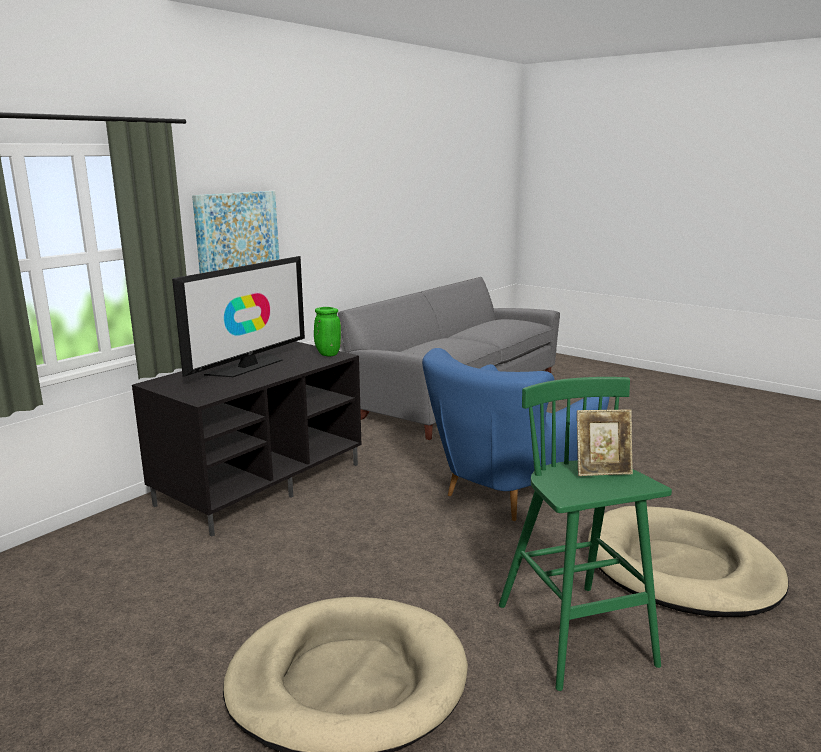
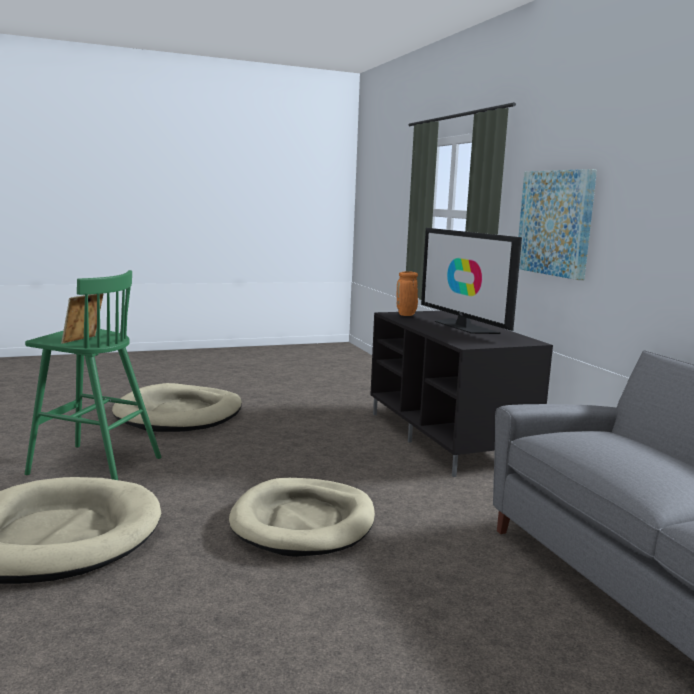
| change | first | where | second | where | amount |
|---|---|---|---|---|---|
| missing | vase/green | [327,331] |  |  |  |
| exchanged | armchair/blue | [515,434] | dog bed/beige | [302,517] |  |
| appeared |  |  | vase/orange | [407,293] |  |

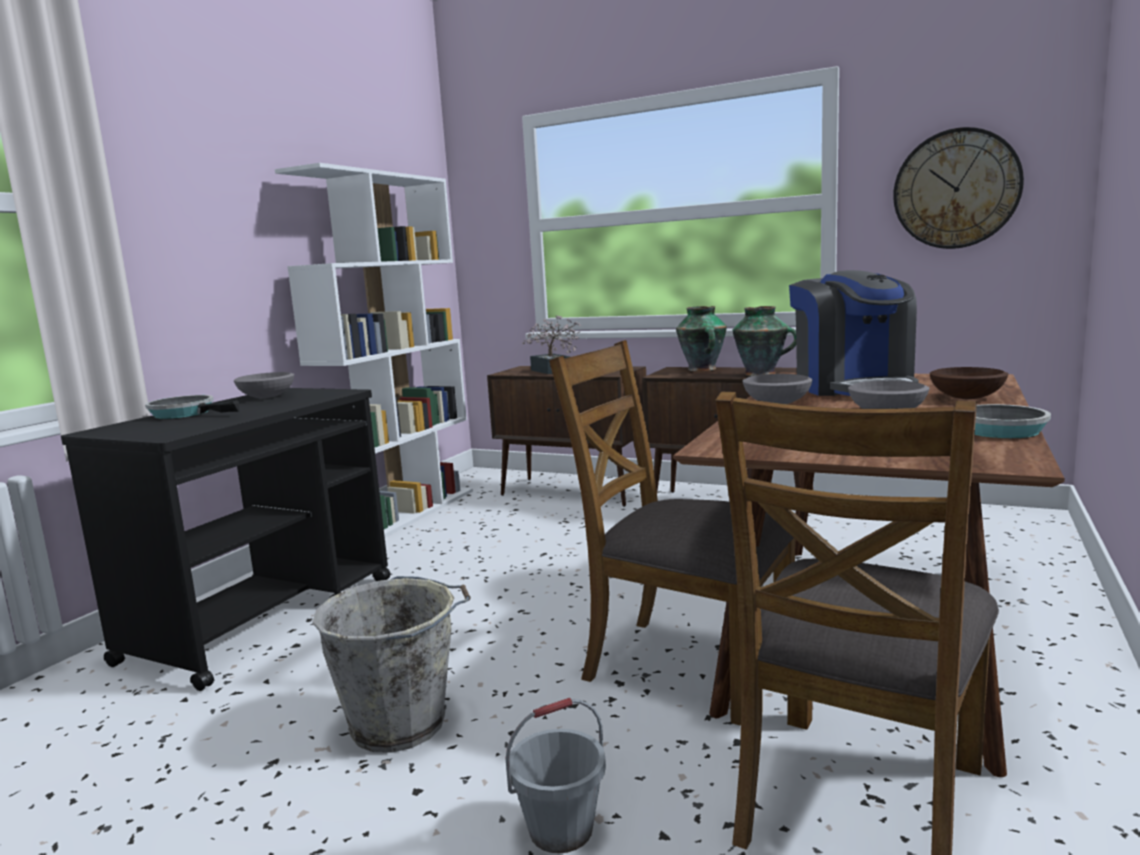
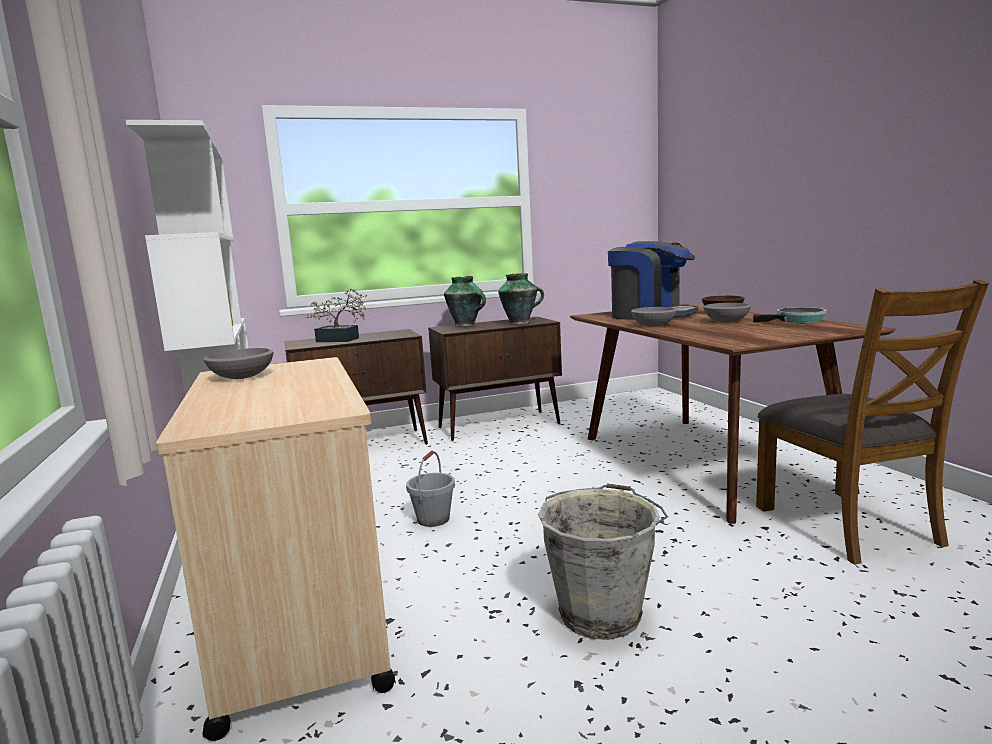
| change | first | where | second | where | amount |
|---|---|---|---|---|---|
| missing | wall clock | [958,188] |  |  |  |
| missing | chair/brown | [672,533] |  |  |  |
| colour | cart/black | [226,539] | cart/beige | [276,549] |  |
| missing | frying pan | [192,407] |  |  |  |
| relocated | bucket/grey | [555,776] |  | [430,489] |  |

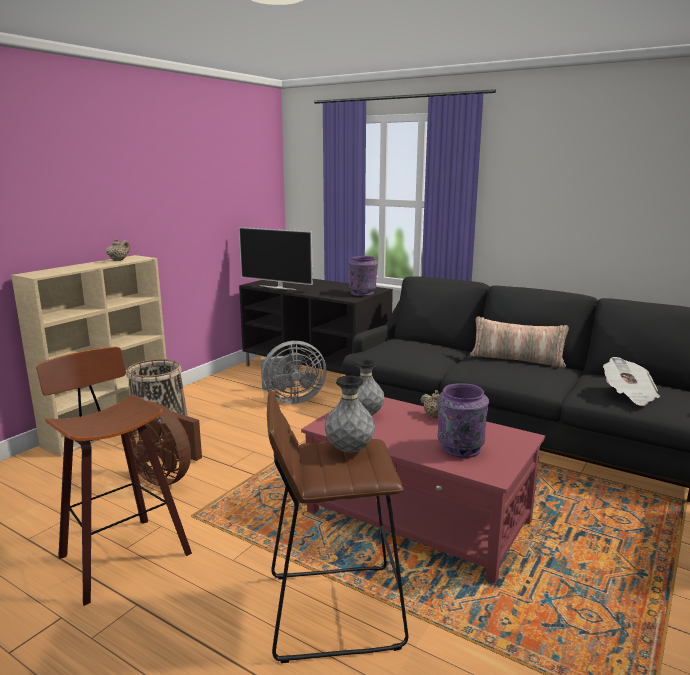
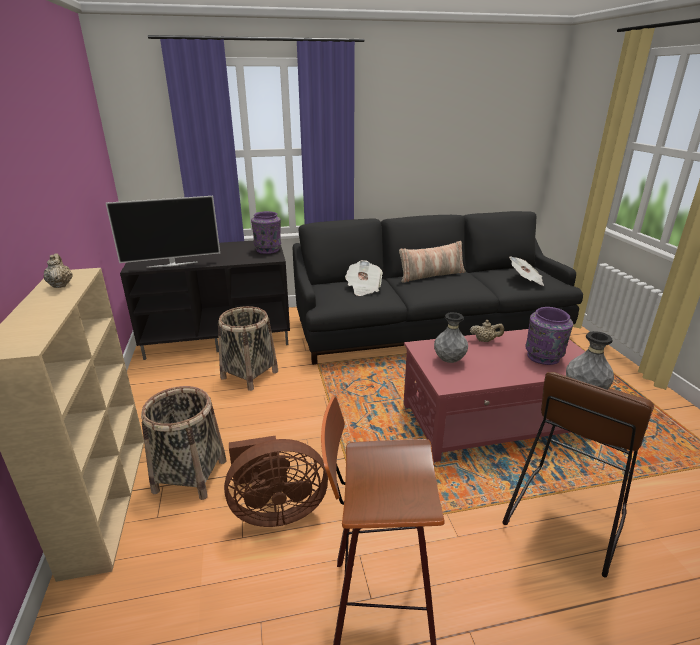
| change | first | where | second | where | amount |
|---|---|---|---|---|---|
| exchanged | fan/grey | [294,372] | basket | [248,348] |  |
| appeared |  |  | newspaper | [364,278] |  |

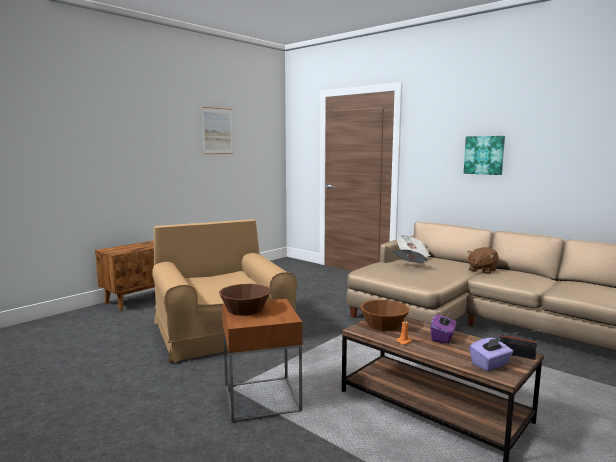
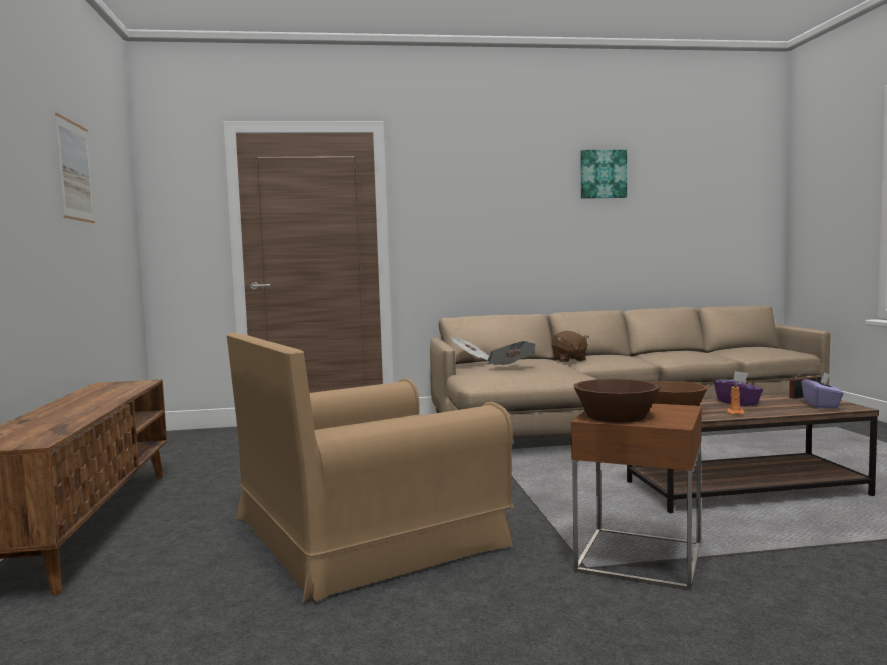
| change | first | where | second | where | amount |
|---|---|---|---|---|---|
| relocated | picture | [484,155] |  | [603,174] |  |
| spun | armchair/brown | [224,291] |  | [370,467] | 45 degrees counterclockwise |

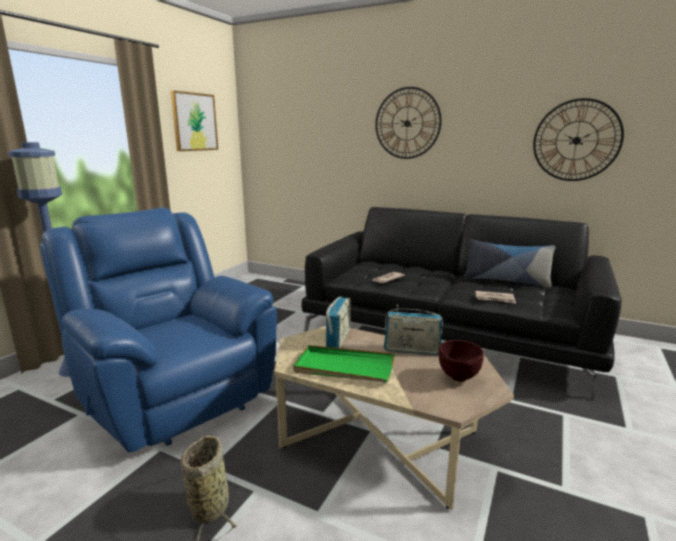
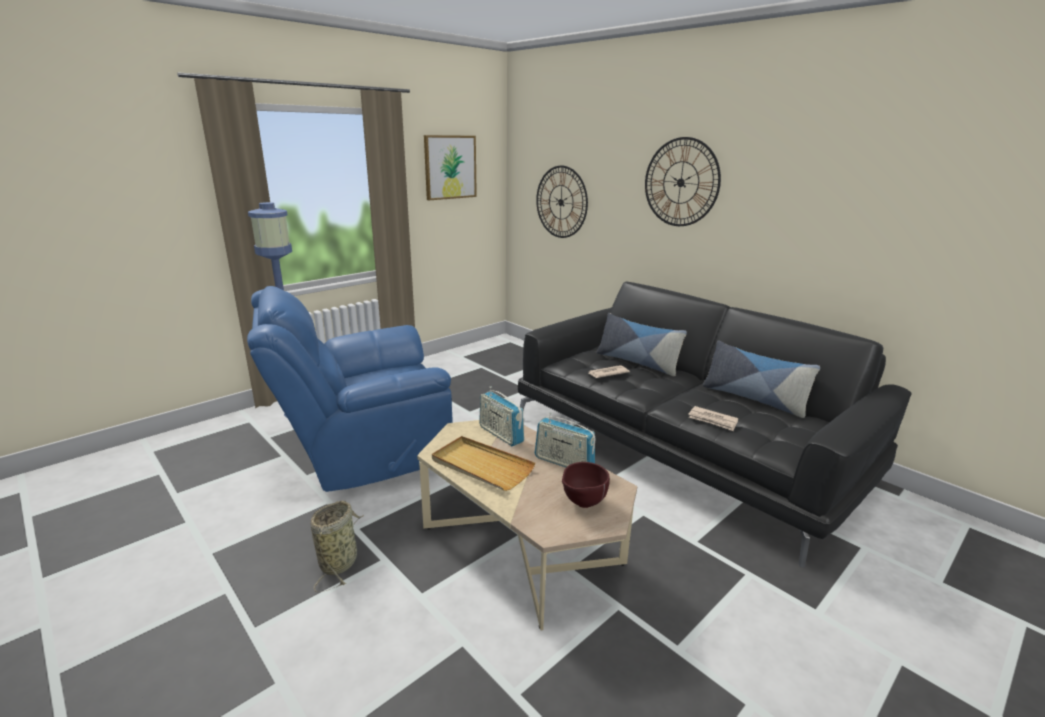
| change | first | where | second | where | amount |
|---|---|---|---|---|---|
| relocated | wall clock | [578,139] |  | [562,202] |  |
| spun | armchair/blue | [158,330] |  | [350,389] | 90 degrees counterclockwise |
| spun | radio | [338,322] |  | [501,416] | 105 degrees clockwise |
| colour | tray/green | [344,364] | tray/beige | [483,463] |  |
| appeared |  |  | pillow | [642,344] |  |

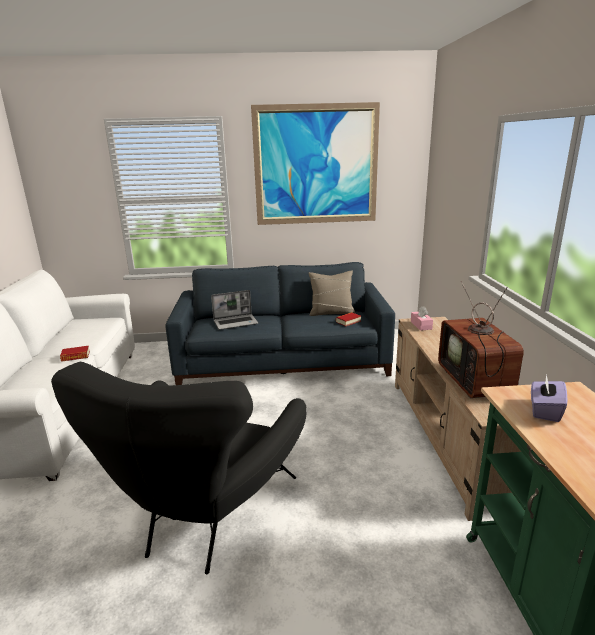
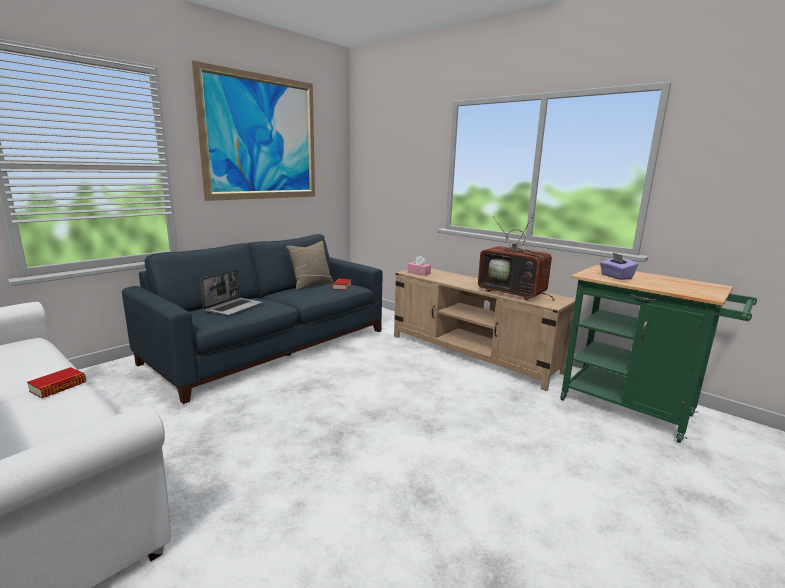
| change | first | where | second | where | amount |
|---|---|---|---|---|---|
| missing | armchair/black | [179,468] |  |  |  |

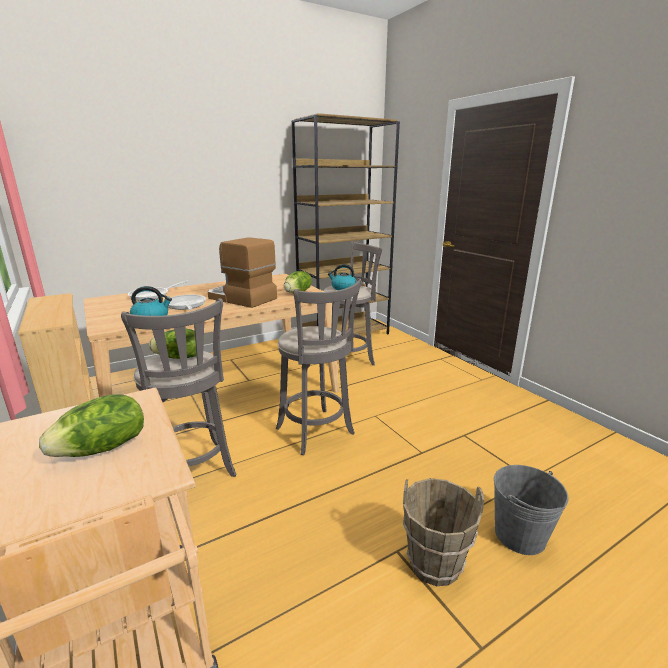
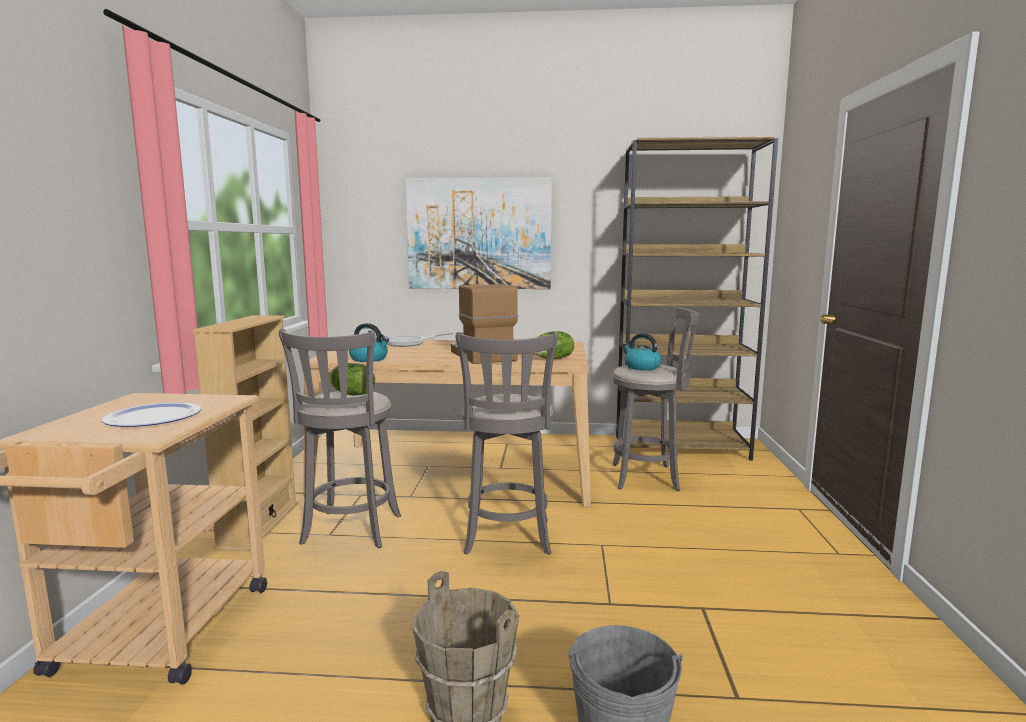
| change | first | where | second | where | amount |
|---|---|---|---|---|---|
| missing | frying pan | [187,302] |  |  |  |
| exchanged | lettuce | [91,425] | plate | [151,414] |  |
| appeared |  |  | picture | [478,233] |  |

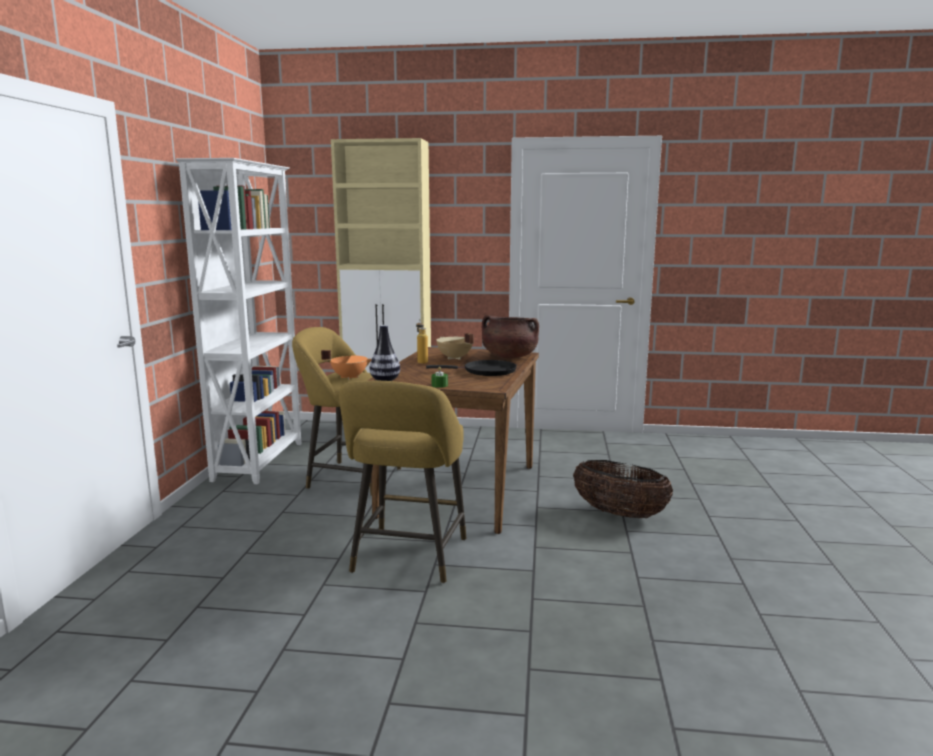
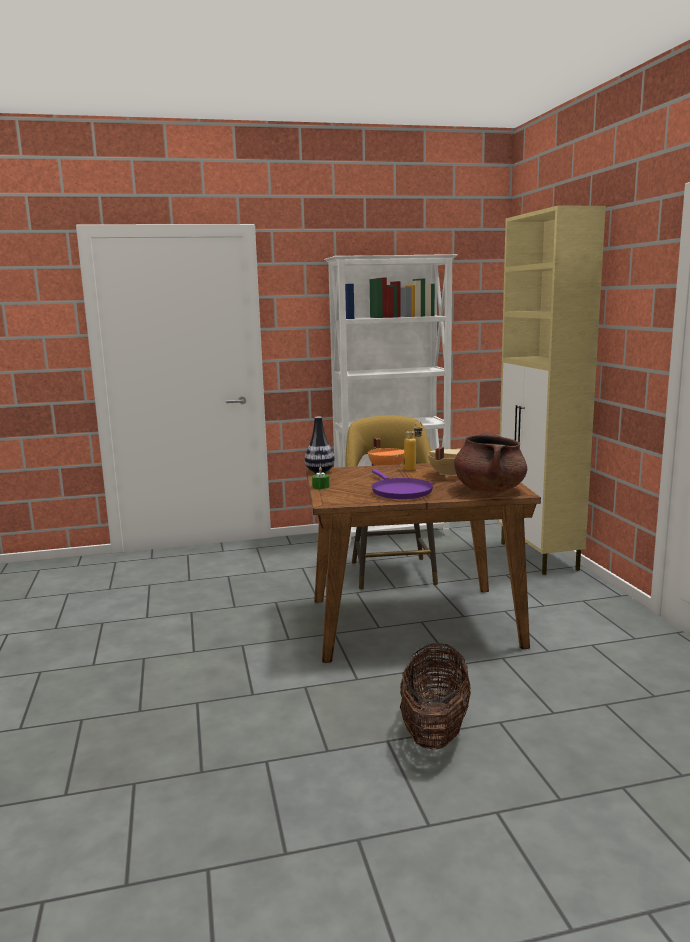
| change | first | where | second | where | amount |
|---|---|---|---|---|---|
| colour | frying pan/black | [471,368] | frying pan/purple | [402,484] |  |
| missing | stool/yellow | [402,482] |  |  |  |

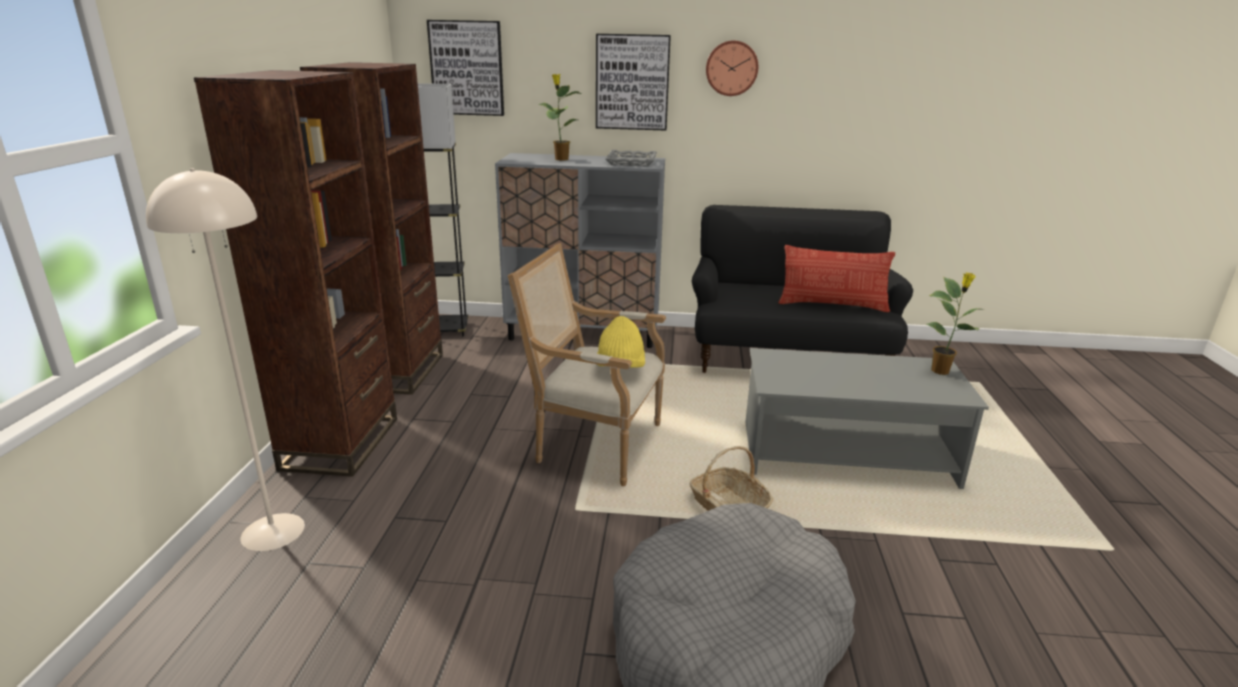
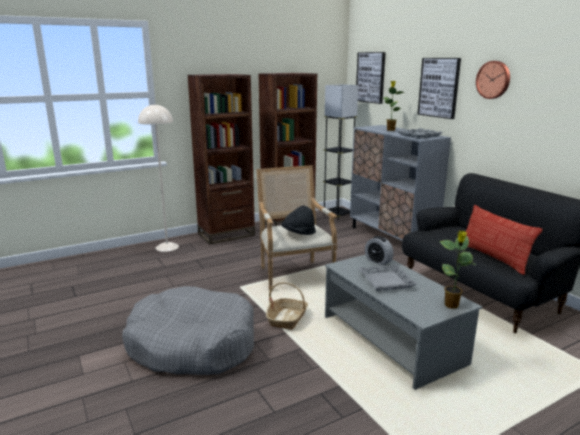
| change | first | where | second | where | amount |
|---|---|---|---|---|---|
| colour | hat/yellow | [620,342] | hat/black | [299,220] |  |
| appeared |  |  | alarm clock | [379,251] |  |
| appeared |  |  | tray/grey | [388,277] |  |

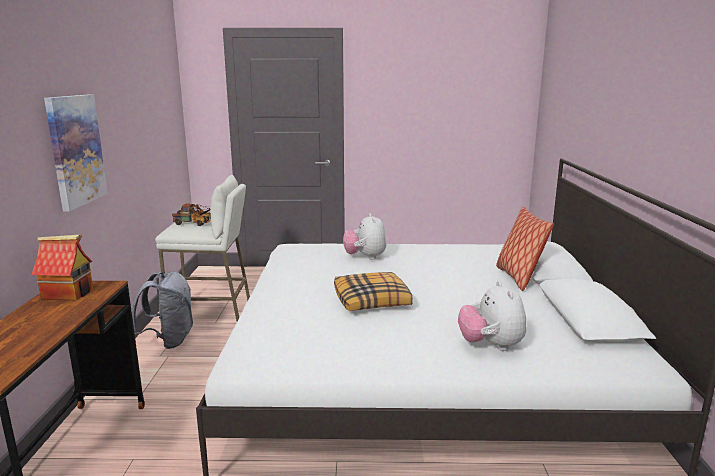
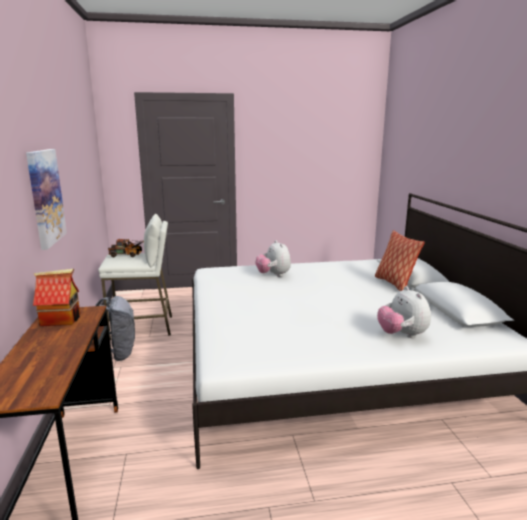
| change | first | where | second | where | amount |
|---|---|---|---|---|---|
| missing | pillow | [373,291] |  |  |  |

